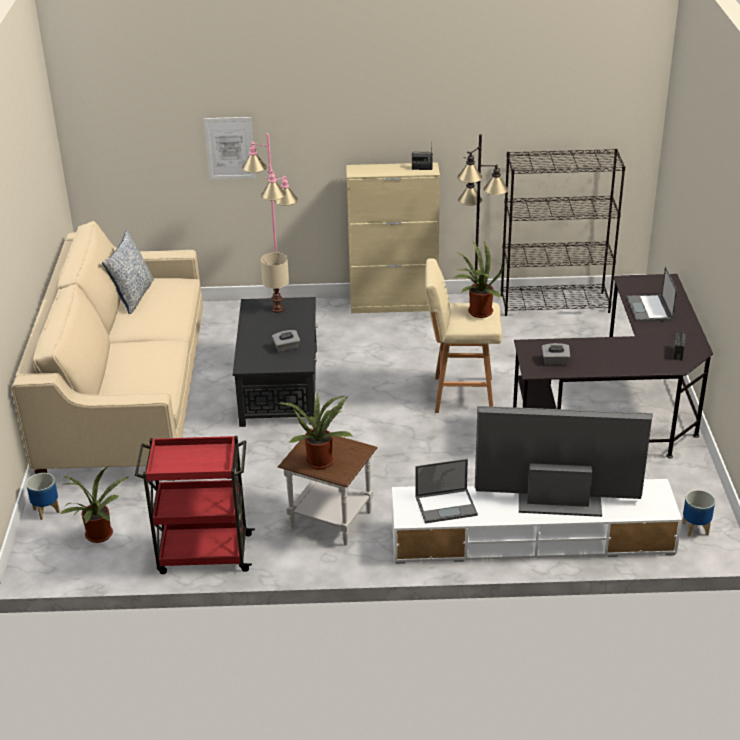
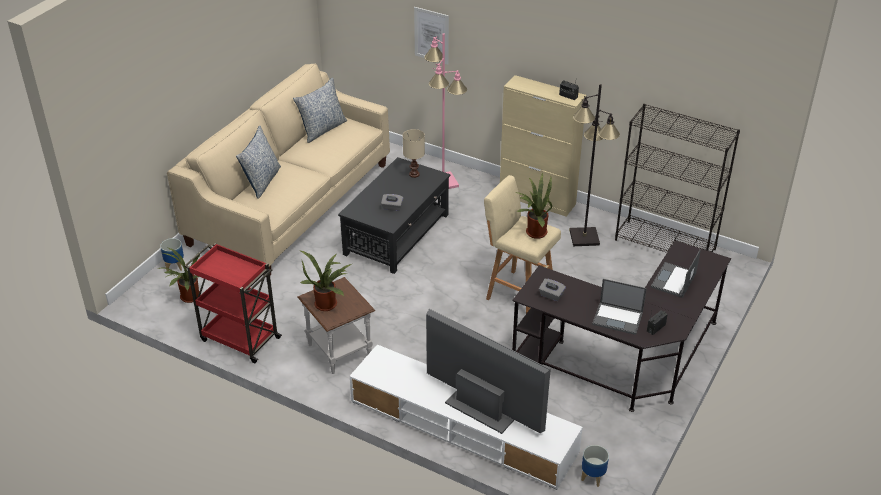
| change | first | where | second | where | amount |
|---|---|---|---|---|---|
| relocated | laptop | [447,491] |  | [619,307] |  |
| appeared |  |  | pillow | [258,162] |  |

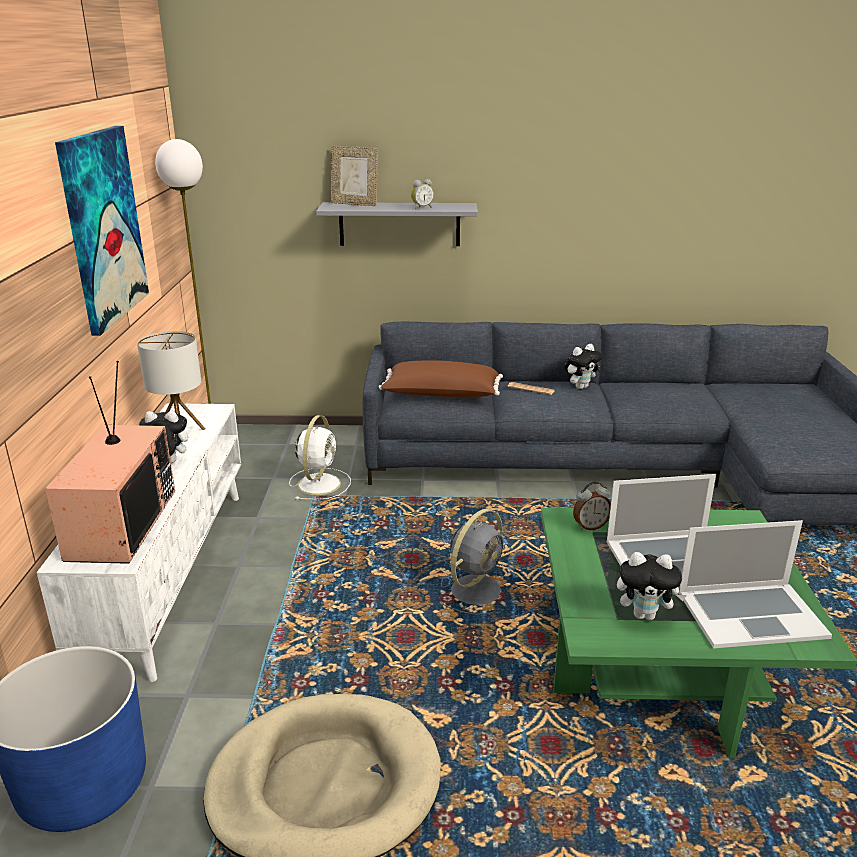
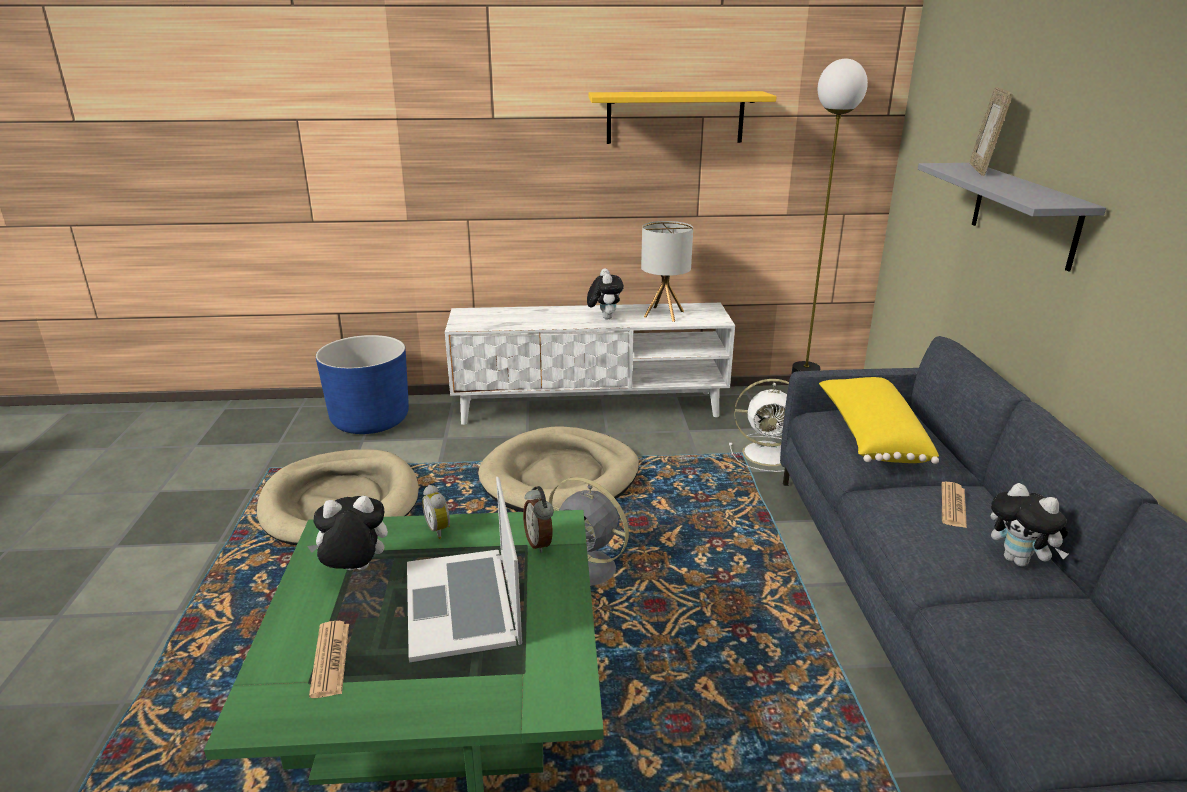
| change | first | where | second | where | amount |
|---|---|---|---|---|---|
| exchanged | picture | [102,231] | shelf/yellow | [683,117] |  |
| relocated | alarm clock | [422,194] |  | [436,512] |  |
| colour | pillow/brown | [441,378] | pillow/yellow | [879,420] |  |
| missing | television | [110,462] |  |  |  |
| exchanged | laptop | [755,584] | newspaper | [329,659] |  |
| spun | plush toy | [652,586] |  | [347,533] | 75 degrees clockwise |
| appeared |  |  | dog bed/beige | [558,469] |  |

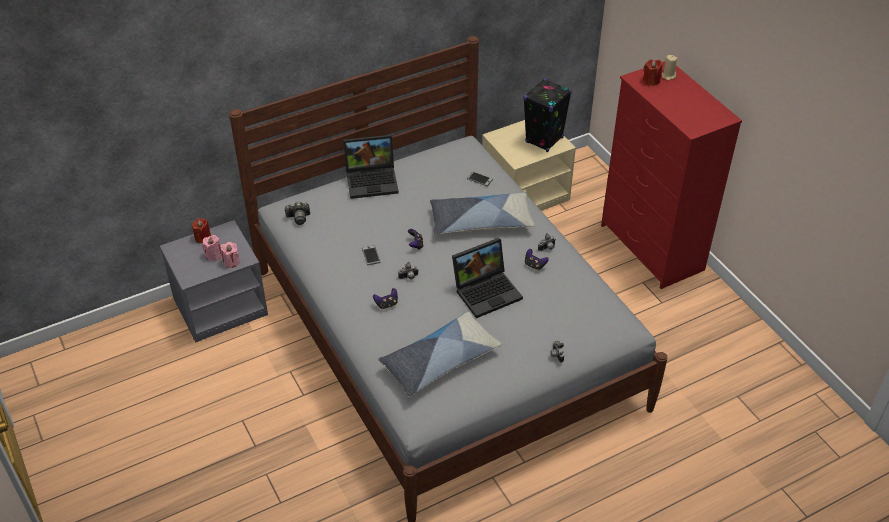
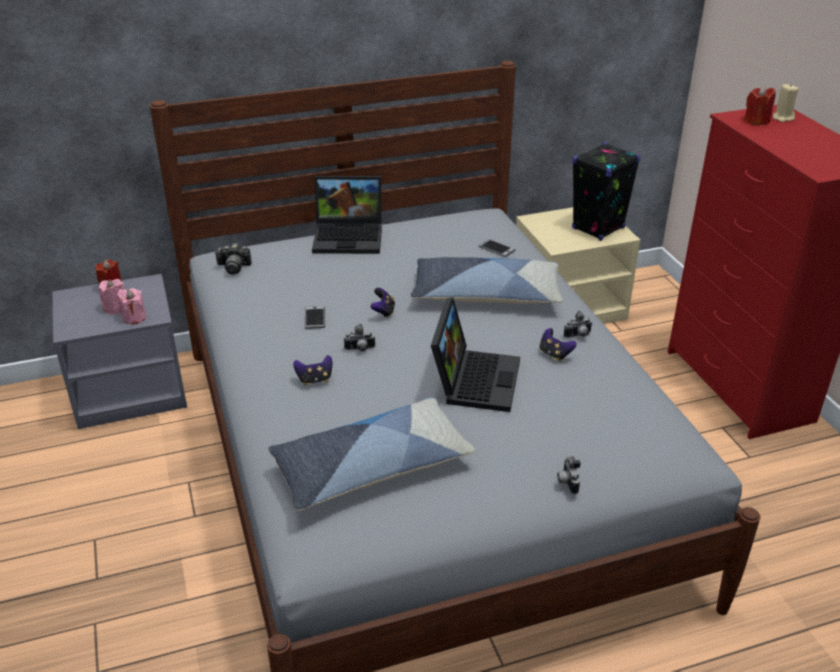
| change | first | where | second | where | amount |
|---|---|---|---|---|---|
| spun | laptop | [487,278] |  | [475,354] | 60 degrees counterclockwise |

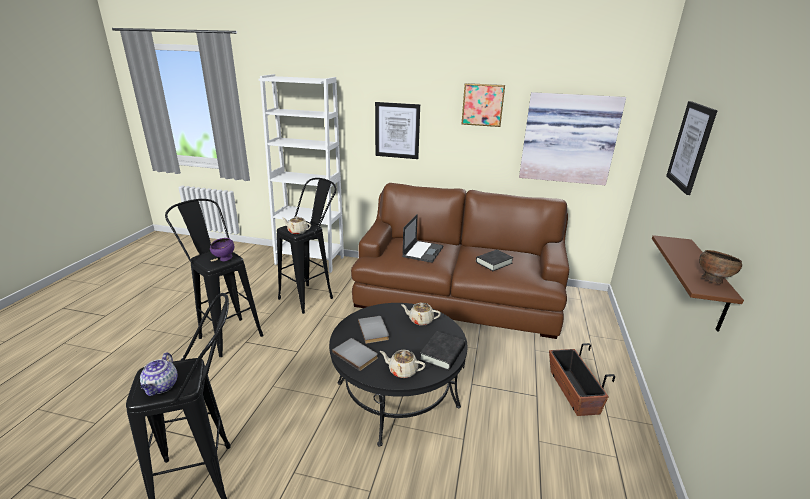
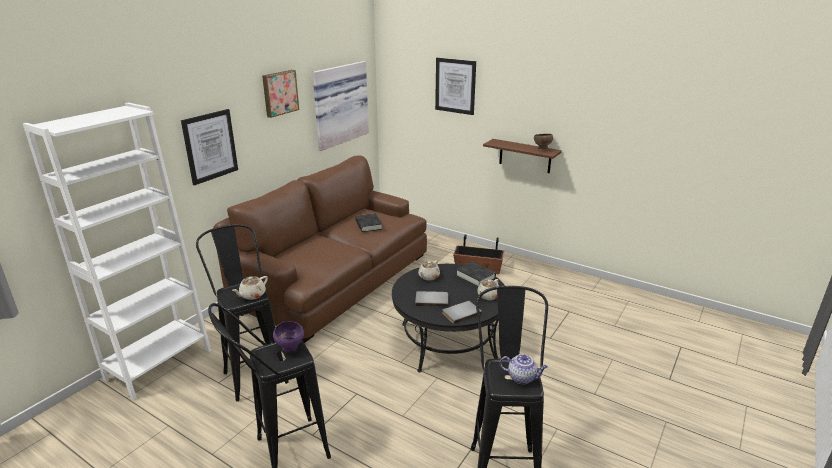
| change | first | where | second | where | amount |
|---|---|---|---|---|---|
| missing | laptop | [423,238] |  |  |  |

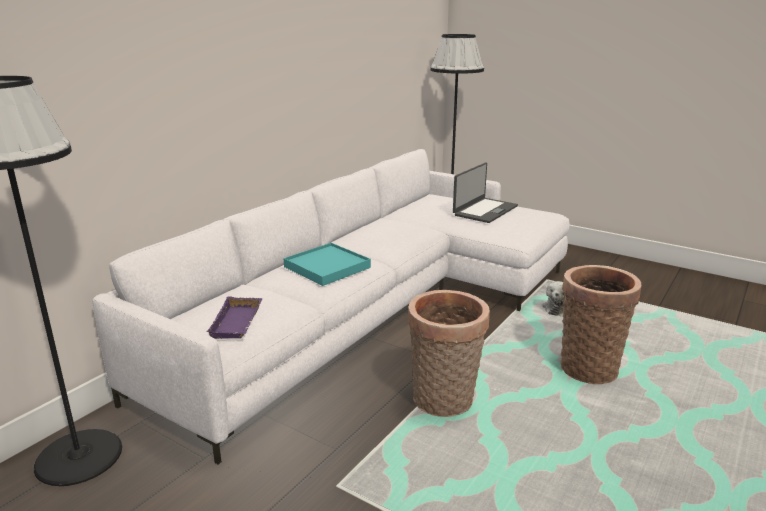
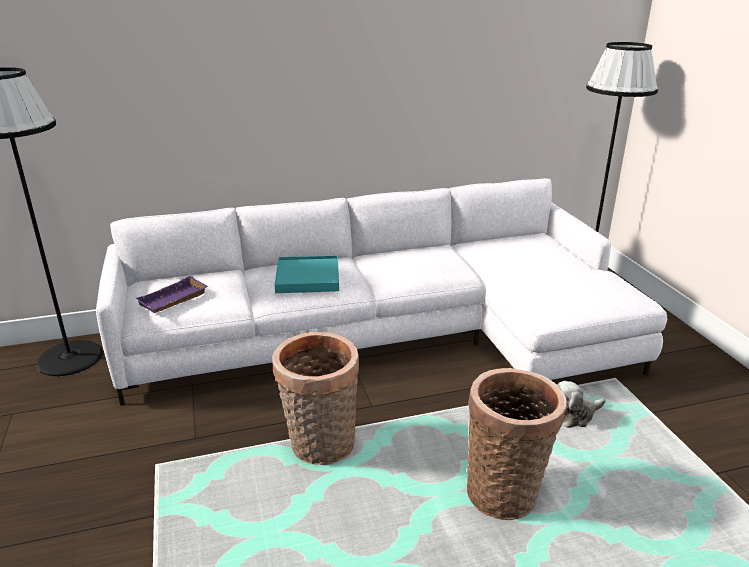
| change | first | where | second | where | amount |
|---|---|---|---|---|---|
| missing | laptop | [485,192] |  |  |  |

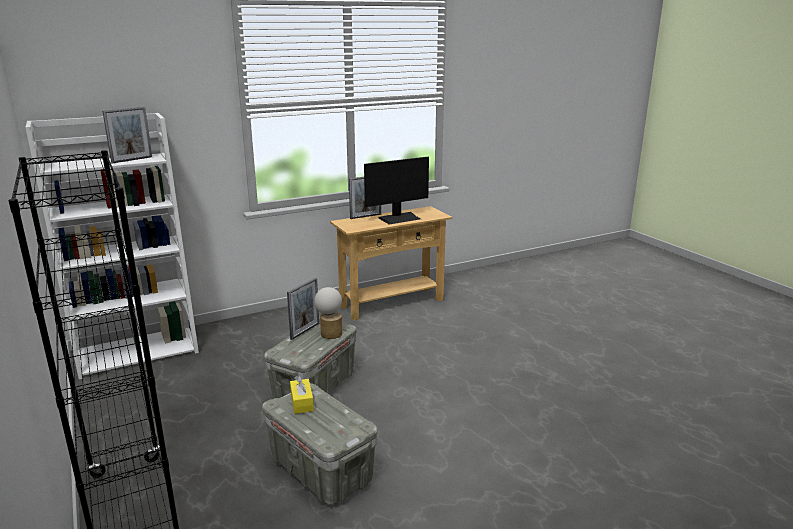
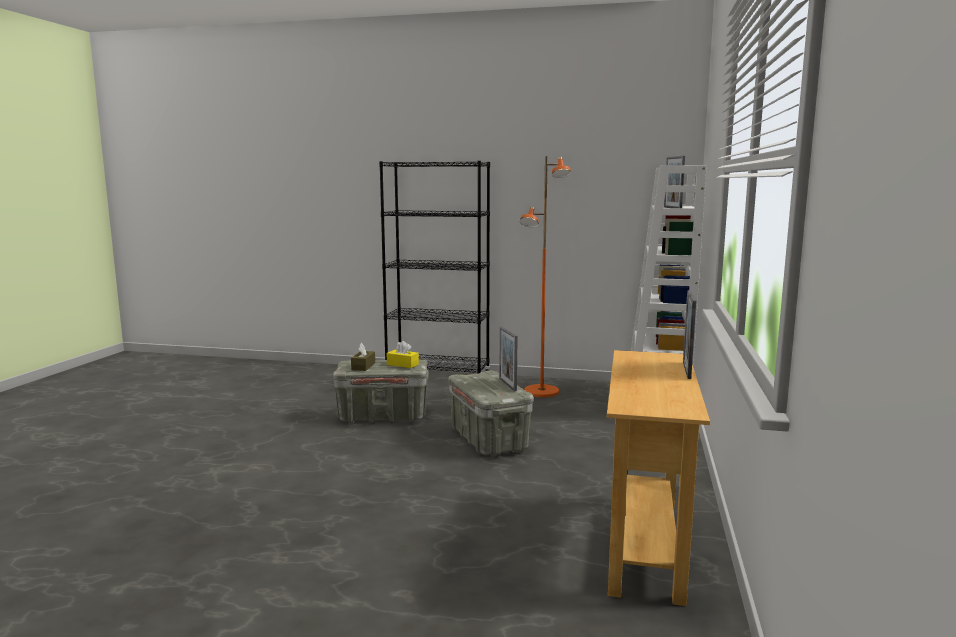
| change | first | where | second | where | amount |
|---|---|---|---|---|---|
| missing | monitor | [396,190] |  |  |  |
| missing | table lamp | [328,313] |  |  |  |
| appeared |  |  | floor lamp/orange | [545,276] |  |
| appeared |  |  | tissue box/brown | [363,357] |  |

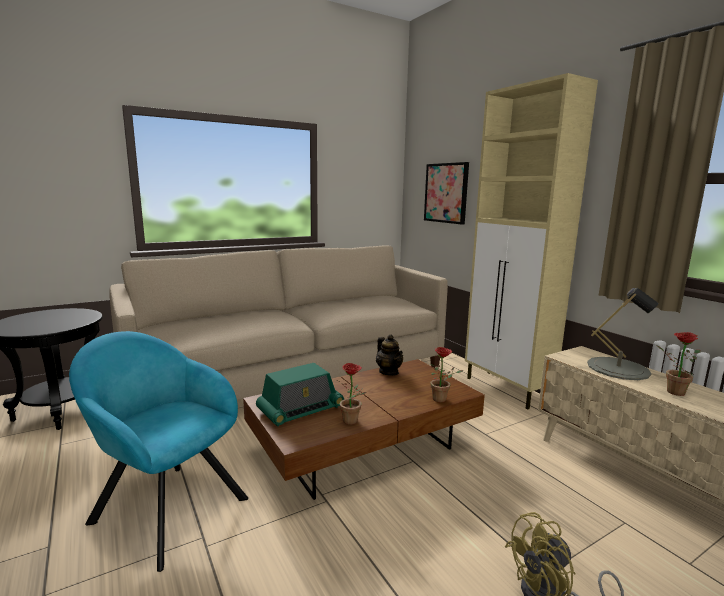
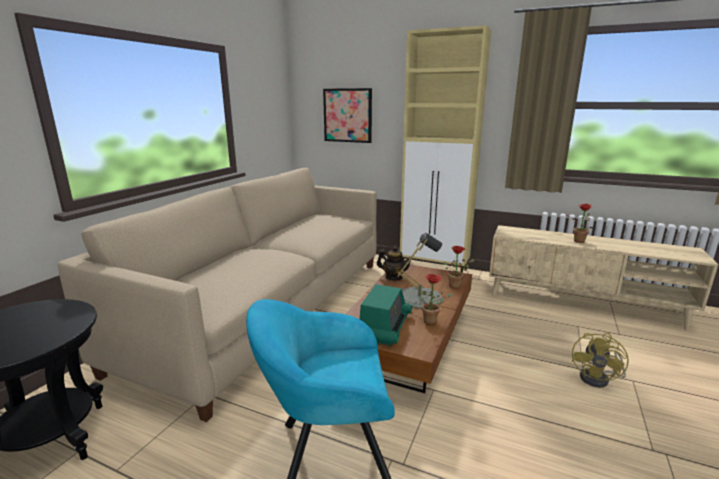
| change | first | where | second | where | amount |
|---|---|---|---|---|---|
| relocated | table lamp/grey | [623,334] |  | [419,271] |  |

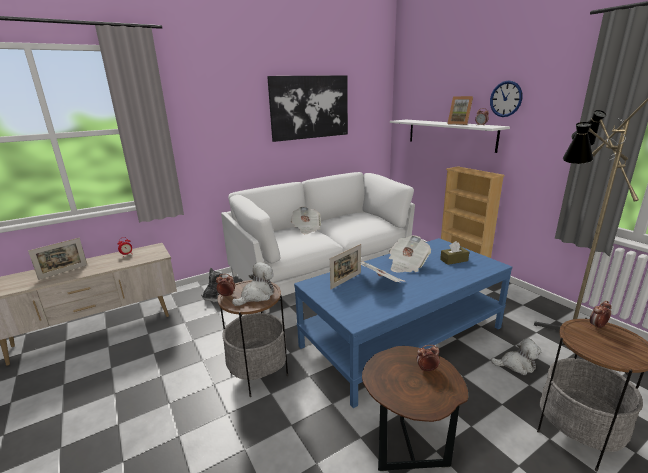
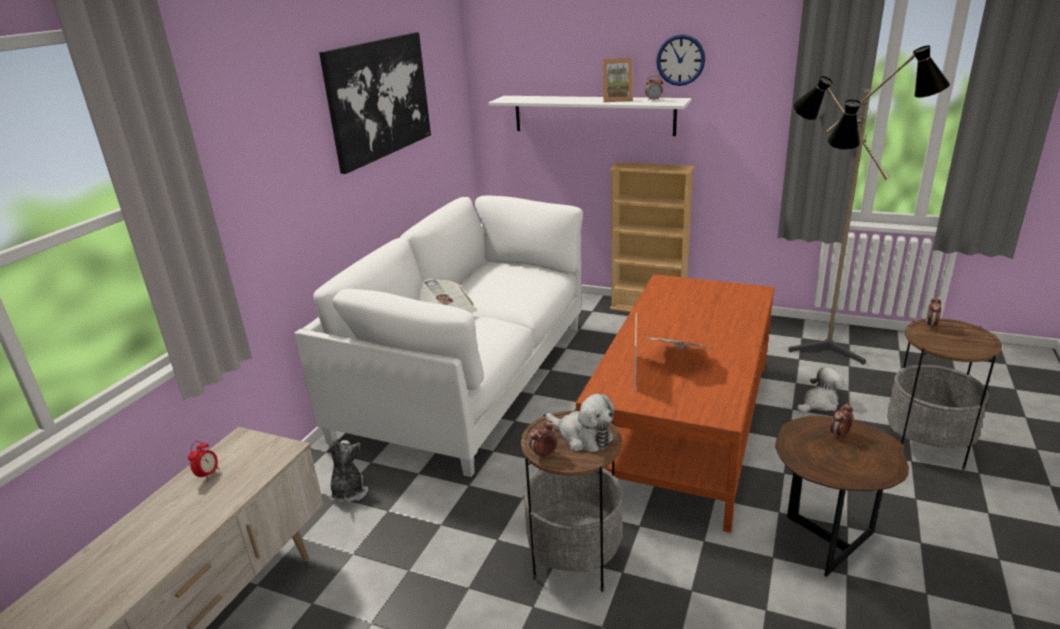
| change | first | where | second | where | amount |
|---|---|---|---|---|---|
| missing | newspaper | [410,253] |  |  |  |
| missing | picture frame | [57,259] |  |  |  |
| colour | coffee table/blue | [403,323] | coffee table/brown | [675,403] |  |
| missing | tissue box/brown | [454,253] |  |  |  |
| spun | plush toy | [253,284] |  | [580,423] | 120 degrees clockwise |

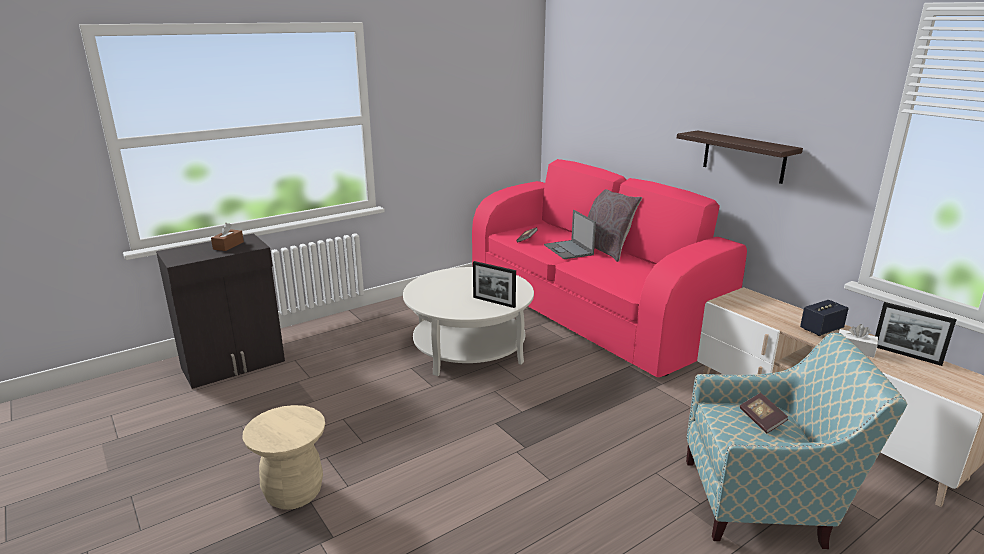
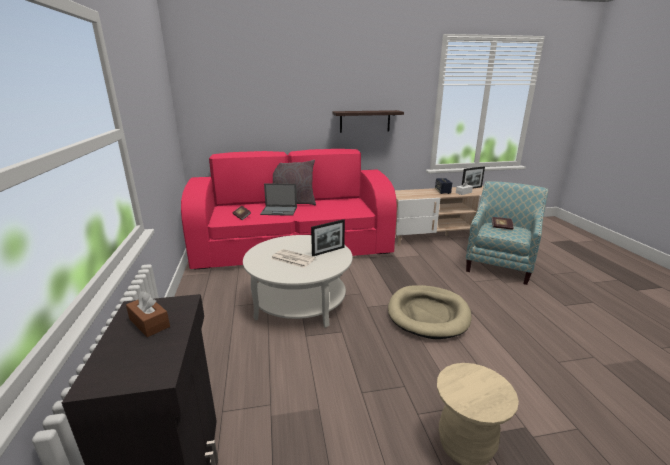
| change | first | where | second | where | amount |
|---|---|---|---|---|---|
| appeared |  |  | newspaper | [293,258] |  |
| appeared |  |  | dog bed/beige | [430,312] |  |

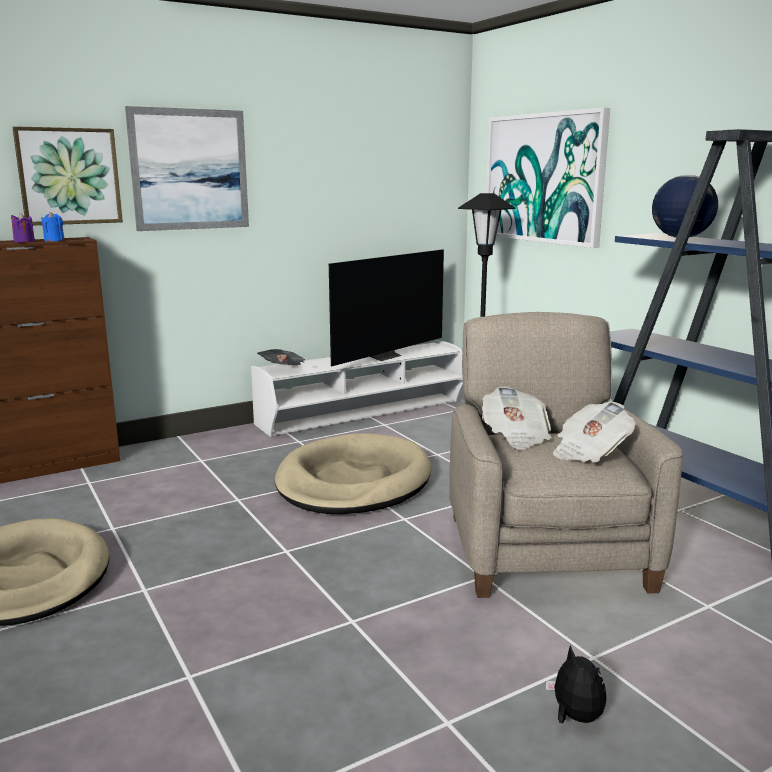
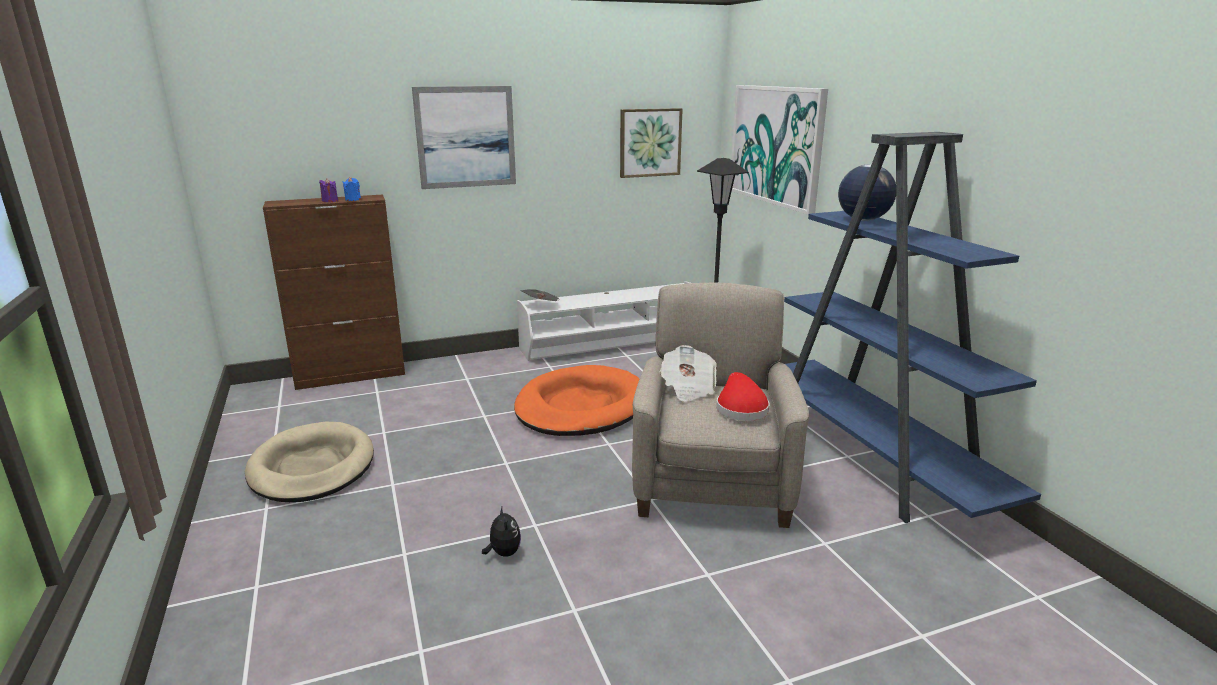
| change | first | where | second | where | amount |
|---|---|---|---|---|---|
| relocated | picture | [67,175] |  | [651,143] |  |
| missing | television | [386,307] |  |  |  |
| exchanged | newspaper | [594,432] | hat/red | [742,396] |  |
| colour | dog bed/beige | [353,473] | dog bed/orange | [576,400] |  |
| relocated | plush toy | [576,684] |  | [501,532] |  |

